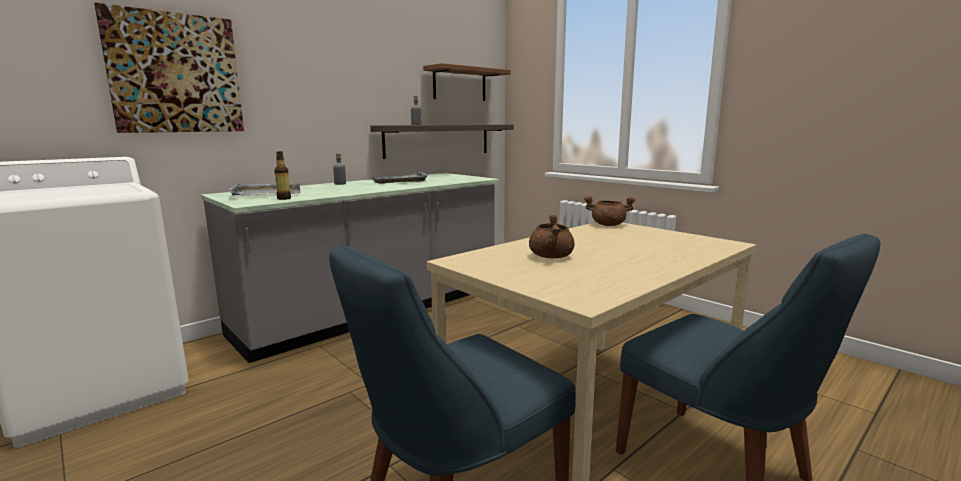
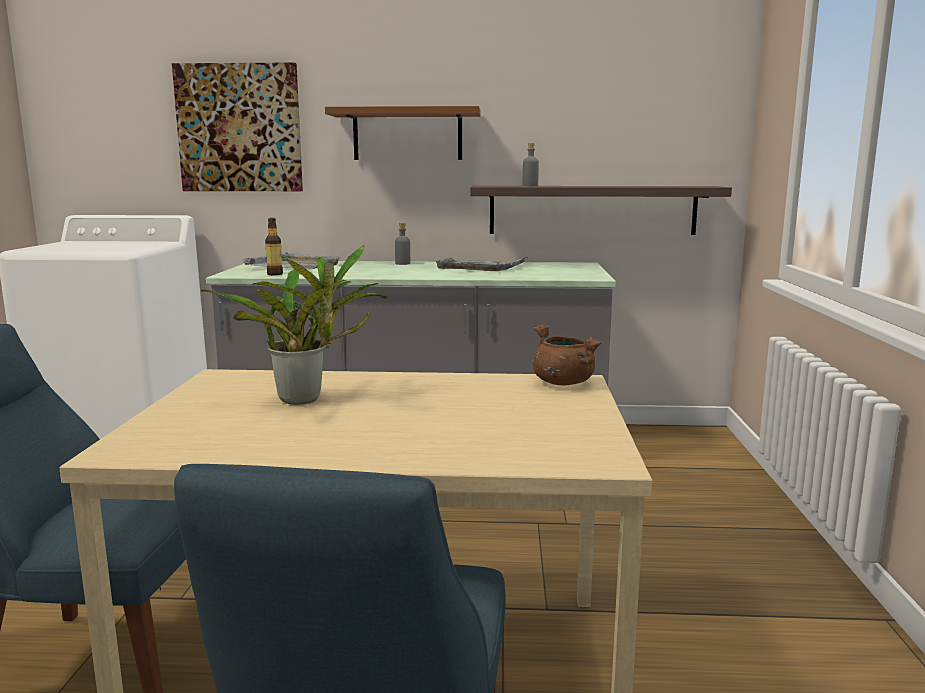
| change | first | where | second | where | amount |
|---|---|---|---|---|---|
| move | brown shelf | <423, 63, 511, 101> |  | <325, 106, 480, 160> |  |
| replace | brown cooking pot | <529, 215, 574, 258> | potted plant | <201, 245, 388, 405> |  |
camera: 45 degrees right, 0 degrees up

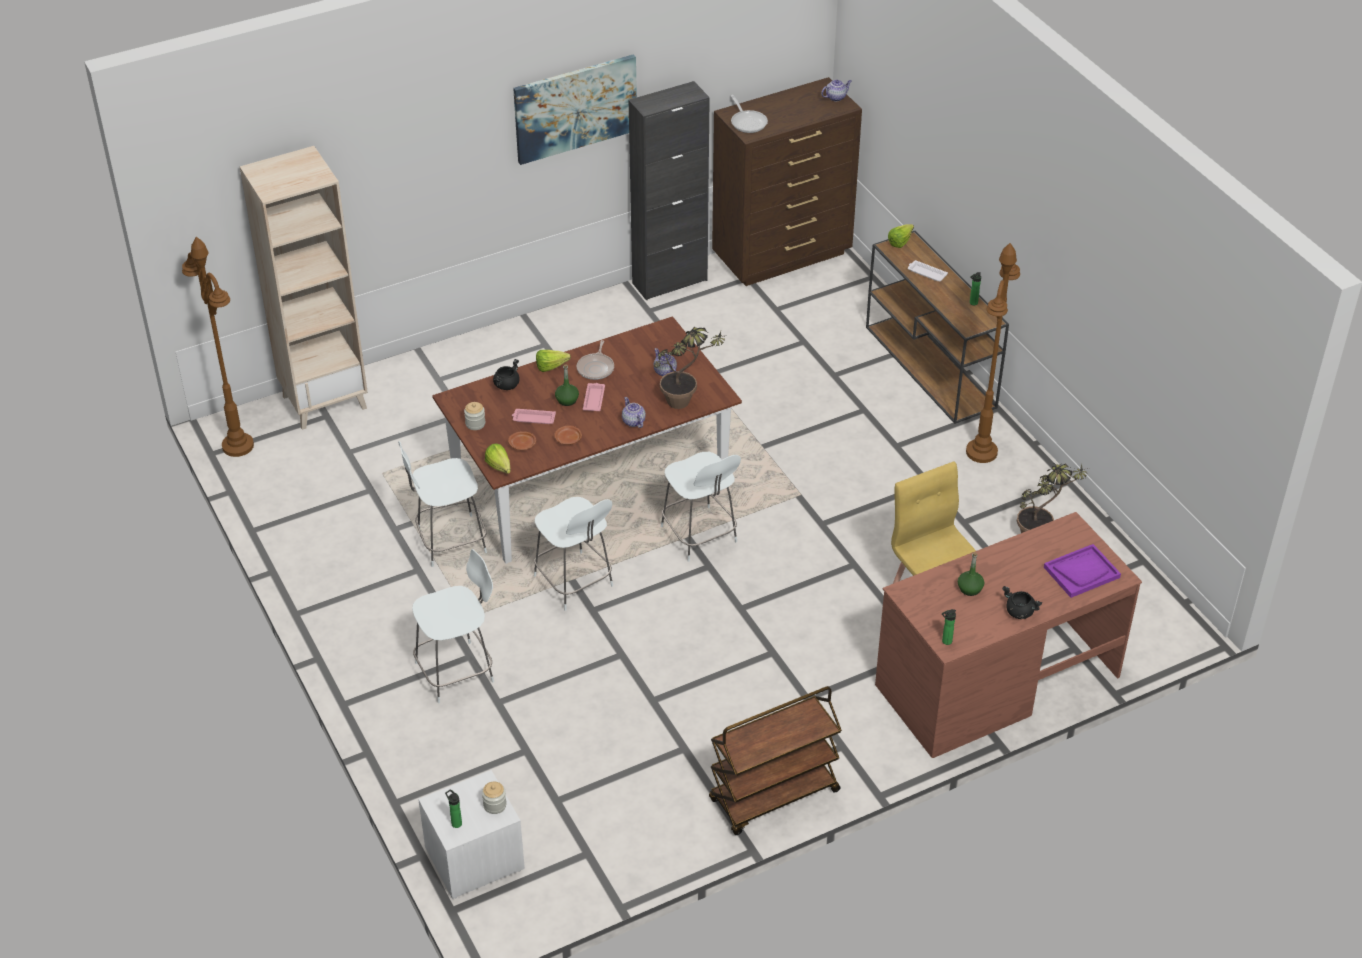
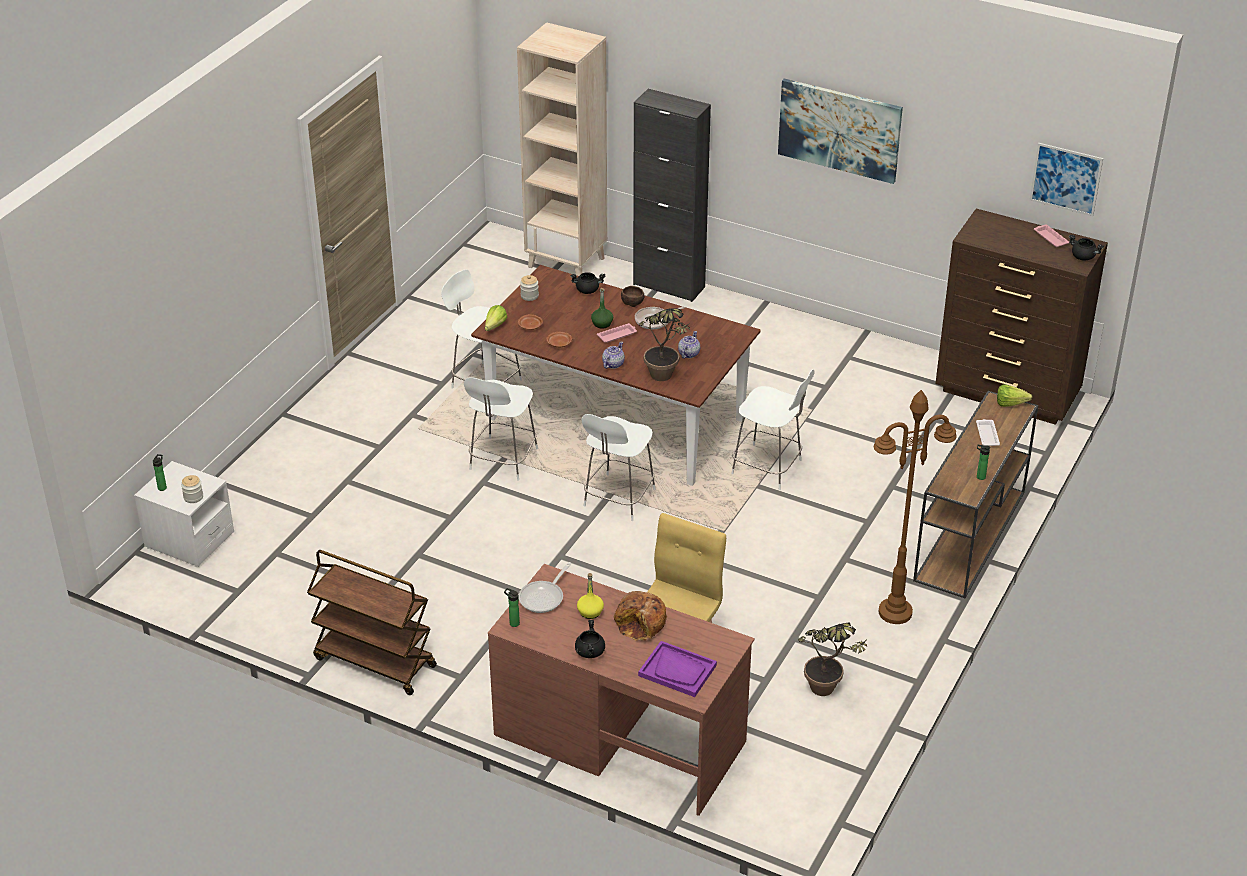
| change | first | where | second | where | amount |
|---|---|---|---|---|---|
| delete | brown floor lamp | <182, 237, 254, 457> |  |  |  |
| insert |  |  | bread | <614, 591, 667, 641> |  |
| insert |  |  | picture | <1030, 143, 1103, 216> |  |
| move | white chair | <412, 549, 494, 703> |  | <731, 369, 815, 490> |  |
| move | pink tray | <512, 409, 556, 424> |  | <1034, 225, 1069, 247> |  |
| move | black cabinet | <629, 81, 710, 300> |  | <633, 89, 711, 302> |  |
| move | frying pan | <731, 95, 768, 133> |  | <518, 562, 572, 613> |  |
| replace | lettuce | <536, 350, 571, 372> | brown bowl | <621, 286, 645, 307> |  |
| replace | teapot | <821, 80, 852, 101> | black cooking pot | <1069, 235, 1104, 261> |  |
| recolor | green bottle | <958, 552, 984, 596> | yellow bottle | <577, 573, 604, 619> |  |
camera: 55 degrees right, 5 degrees down

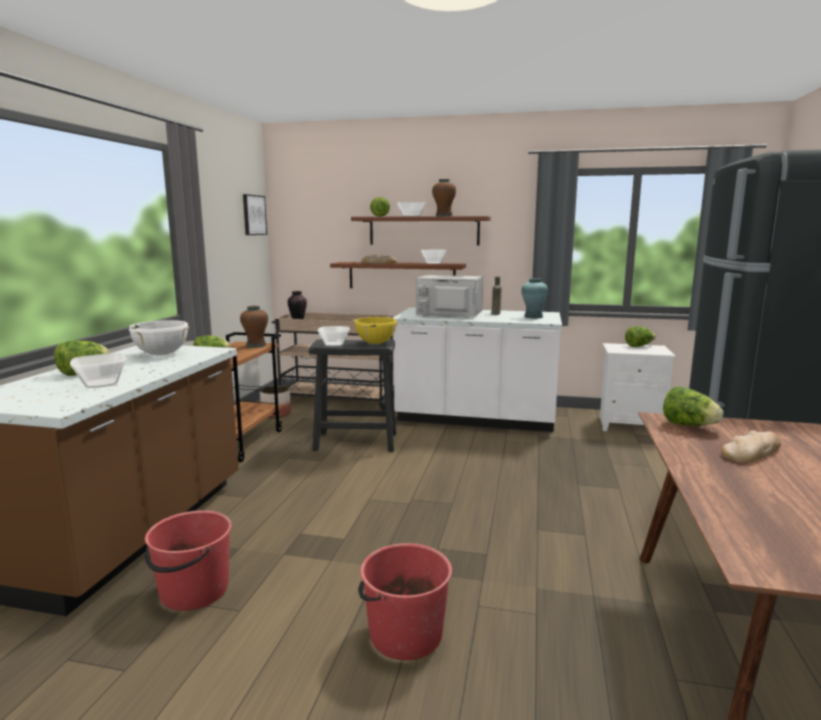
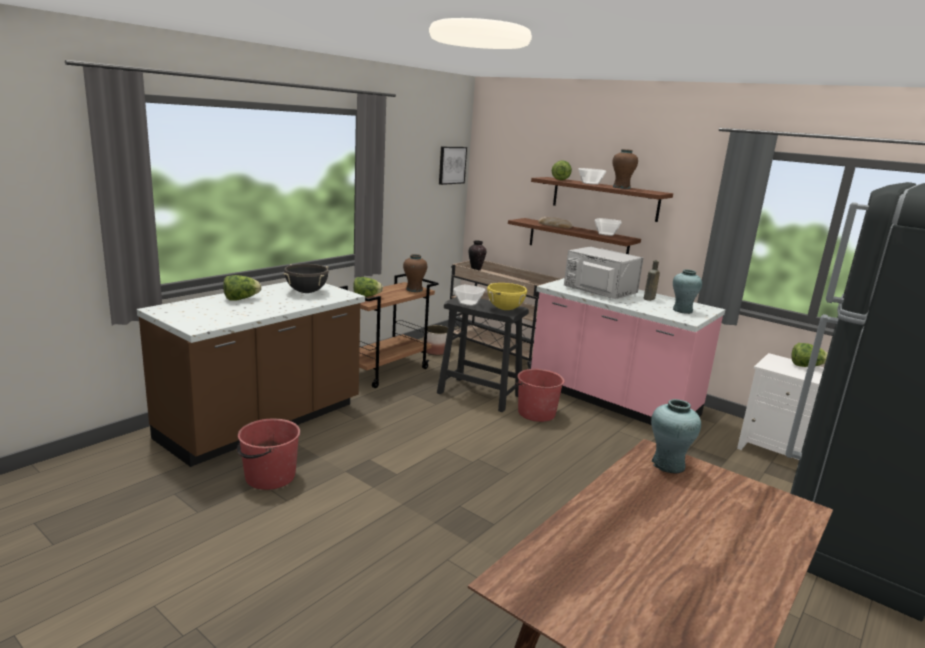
| change | first | where | second | where | amount |
|---|---|---|---|---|---|
| delete | bowl | <70, 353, 126, 388> |  |  |  |
| delete | bread | <722, 430, 781, 463> |  |  |  |
| move | red bucket | <358, 543, 452, 660> |  | <515, 369, 565, 422> |  |
| replace | lettuce | <663, 386, 724, 426> | turquoise vase | <651, 399, 701, 473> |  |
| recolor | white cooking pot | <129, 320, 189, 355> | black cooking pot | <283, 264, 329, 293> |  |
| recolor | white counter | <393, 308, 562, 432> | pink counter | <531, 278, 725, 425> |  |
camera: 25 degrees right, 5 degrees up

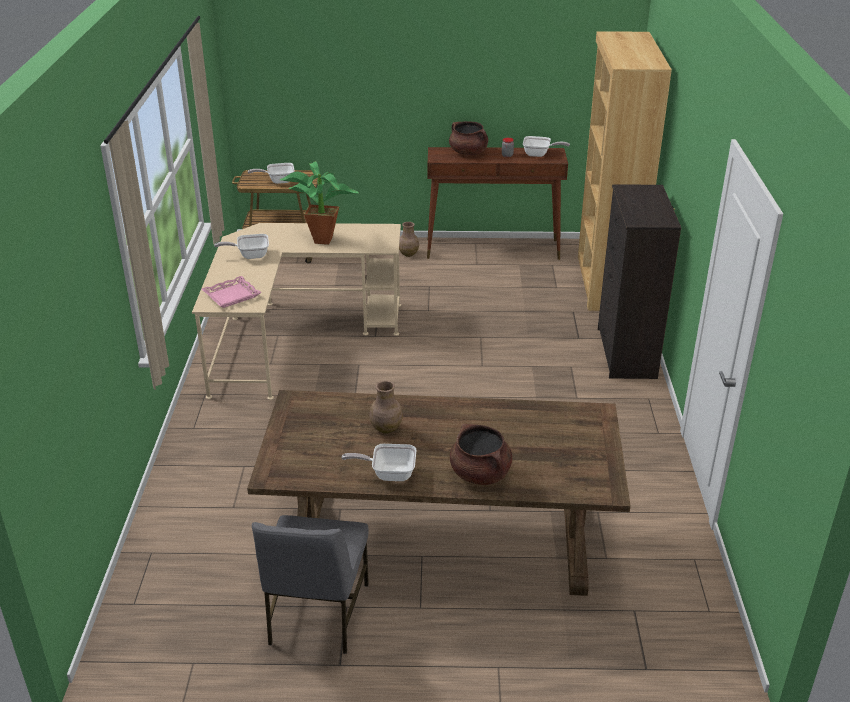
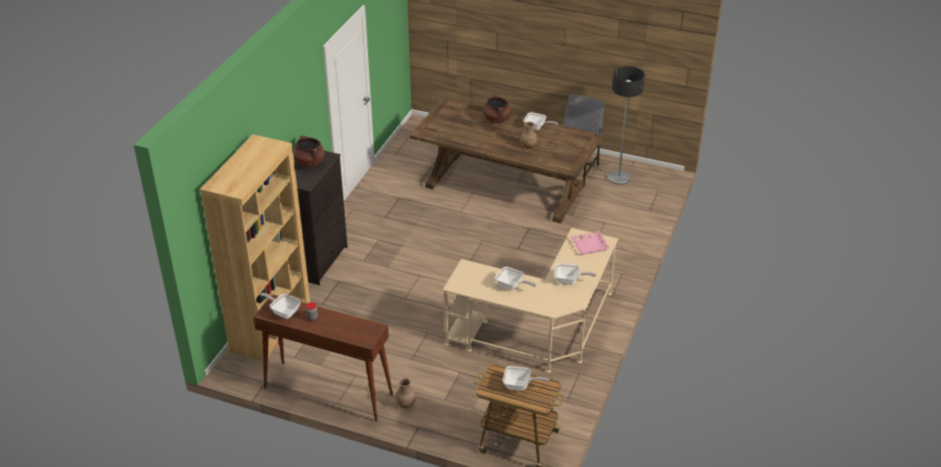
| change | first | where | second | where | amount |
|---|---|---|---|---|---|
| insert |  |  | floor lamp | <608, 66, 645, 185> |  |
| move | brown cooking pot | <449, 121, 488, 155> |  | <293, 136, 325, 167> |  |
| replace | potted plant | <280, 161, 359, 245> | frying pan | <495, 267, 536, 290> |  |
camera: 160 degrees left, 5 degrees up

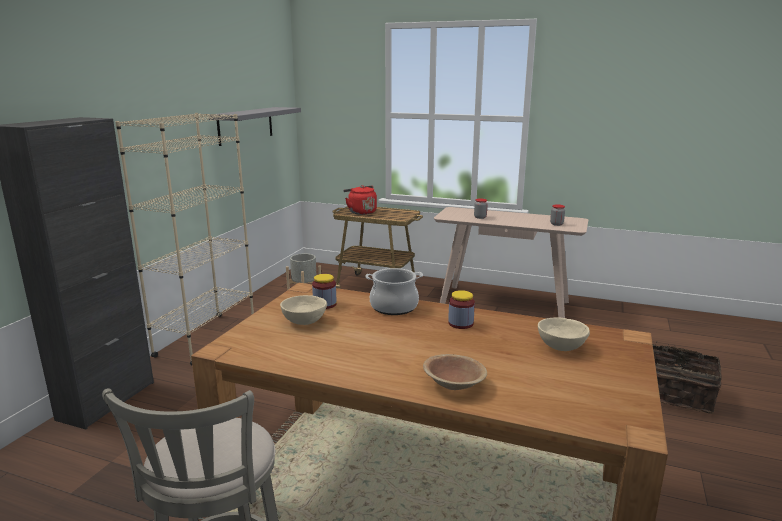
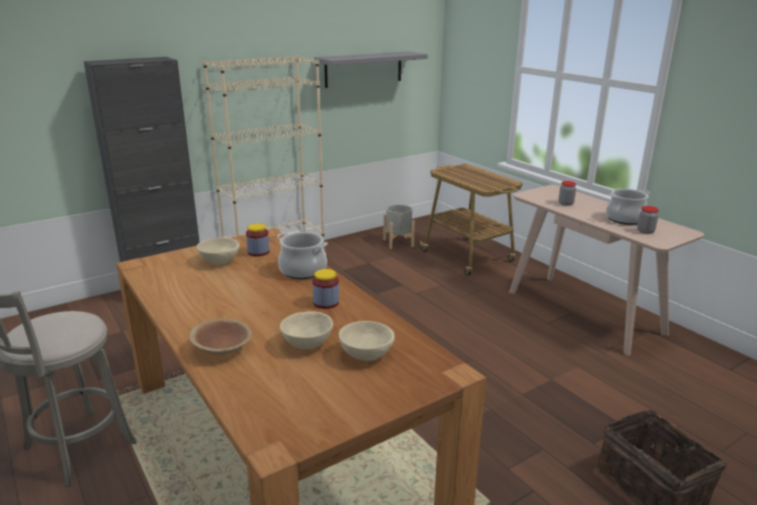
| change | first | where | second | where | amount |
|---|---|---|---|---|---|
| delete | red kettle | <343, 185, 377, 215> |  |  |  |
| insert |  |  | beige bowl | <280, 311, 333, 349> |  |
| insert |  |  | cooking pot | <606, 189, 651, 225> |  |
camera: 35 degrees right, 5 degrees up

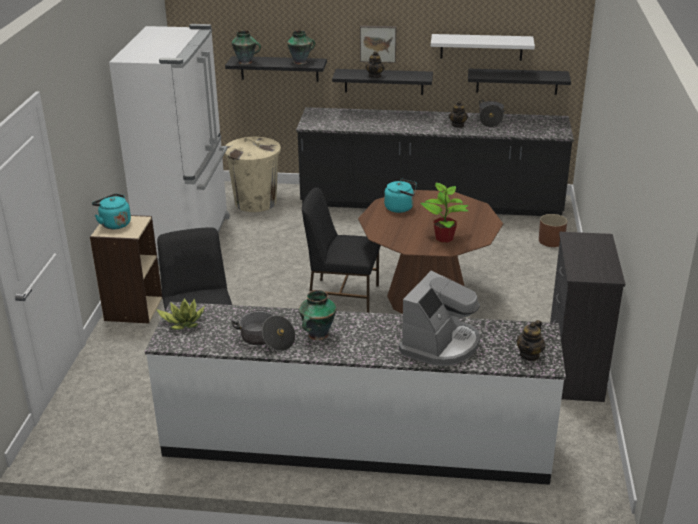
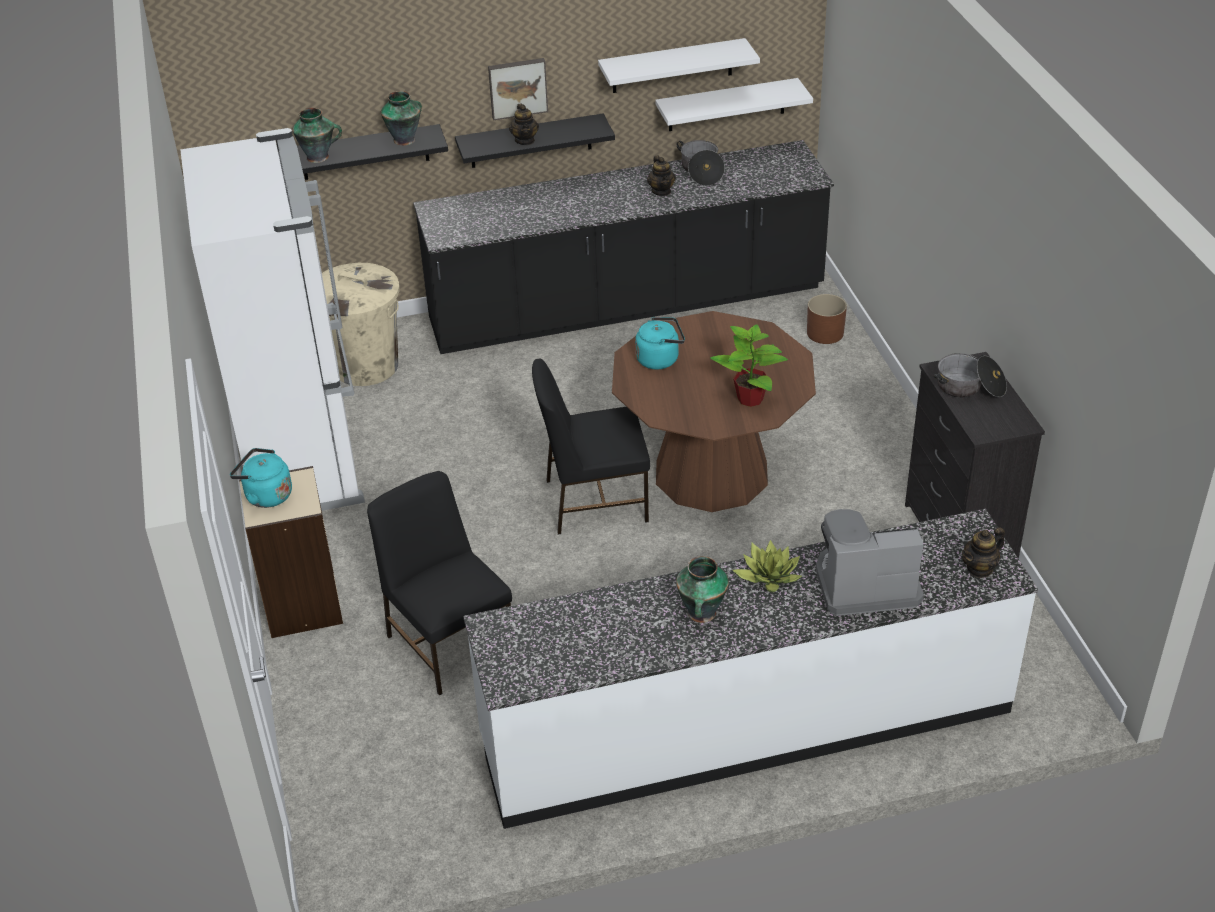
| change | first | where | second | where | amount |
|---|---|---|---|---|---|
| move | potted plant | <156, 298, 205, 330> |  | <732, 540, 802, 592> |  |
| move | cooking pot | <231, 310, 296, 351> |  | <934, 353, 1007, 398> |  |
| recolor | black shelf | <468, 69, 571, 95> | white shelf | <655, 78, 813, 131> |  |
| rotate | coffee machine | <399, 270, 480, 366> |  | <816, 509, 924, 616> | 105 degrees counterclockwise |
| rotate | teapot | <516, 320, 545, 361> |  | <962, 527, 1005, 578> | 45 degrees clockwise |
camera: 20 degrees left, 10 degrees up

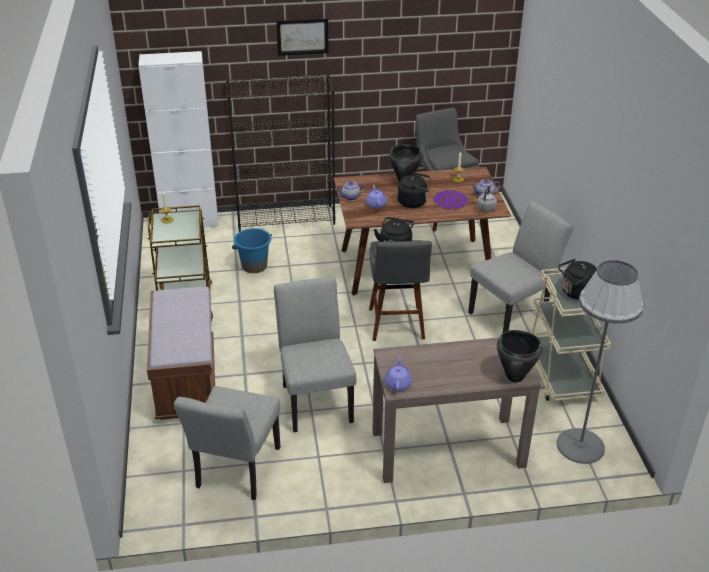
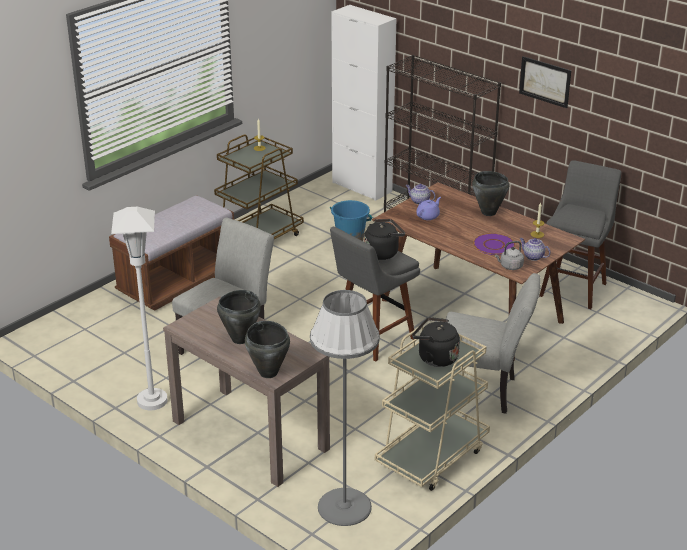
| change | first | where | second | where | amount |
|---|---|---|---|---|---|
| delete | grey chair | <174, 386, 281, 500> |  |  |  |
| delete | purple teapot | <385, 356, 412, 391> |  |  |  |
| delete | black kettle | <397, 172, 430, 208> |  |  |  |
| insert |  |  | white floor lamp | <111, 207, 168, 410> |  |
| insert |  |  | black cooking pot | <217, 290, 261, 344> |  |
| move | picture | <276, 18, 329, 56> |  | <519, 56, 571, 108> |  |
camera: 50 degrees right, 5 degrees down

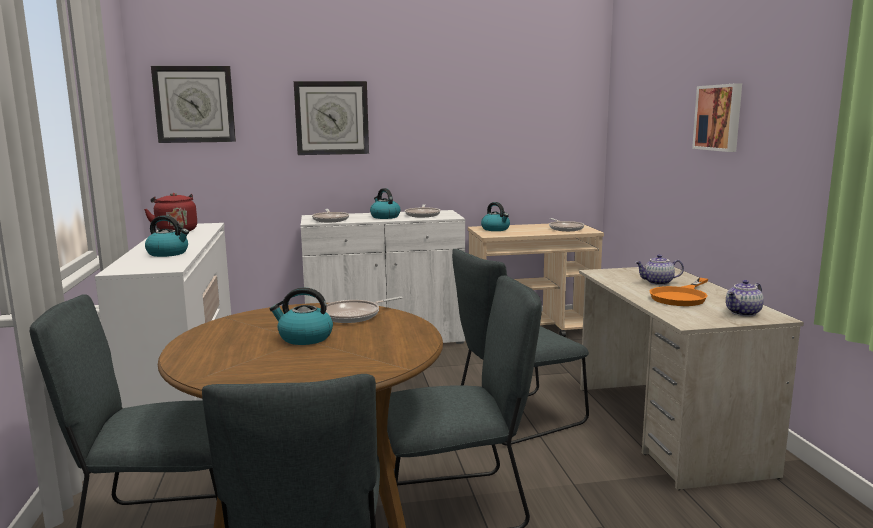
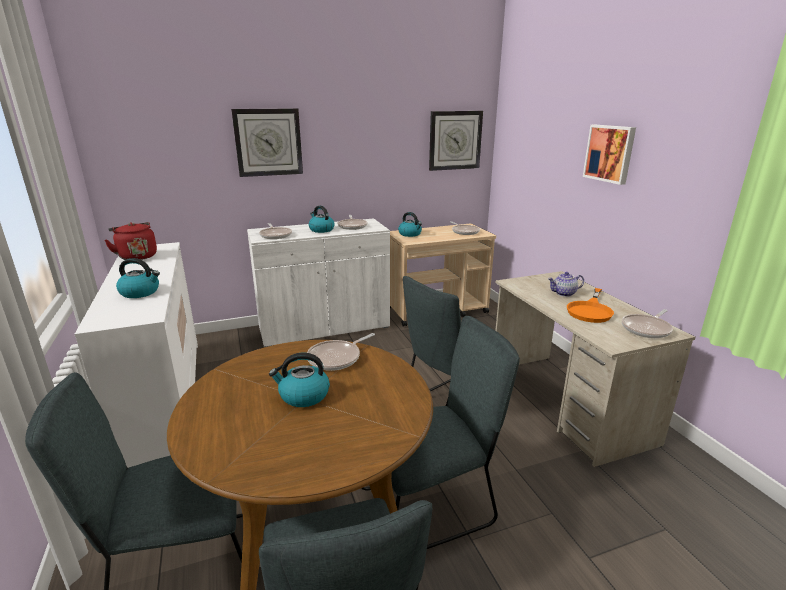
| change | first | where | second | where | amount |
|---|---|---|---|---|---|
| move | wall clock | <151, 66, 236, 143> |  | <429, 111, 483, 171> |  |
| replace | teapot | <726, 280, 764, 316> | frying pan | <622, 309, 673, 338> |  |
camera: 10 degrees left, 10 degrees up

